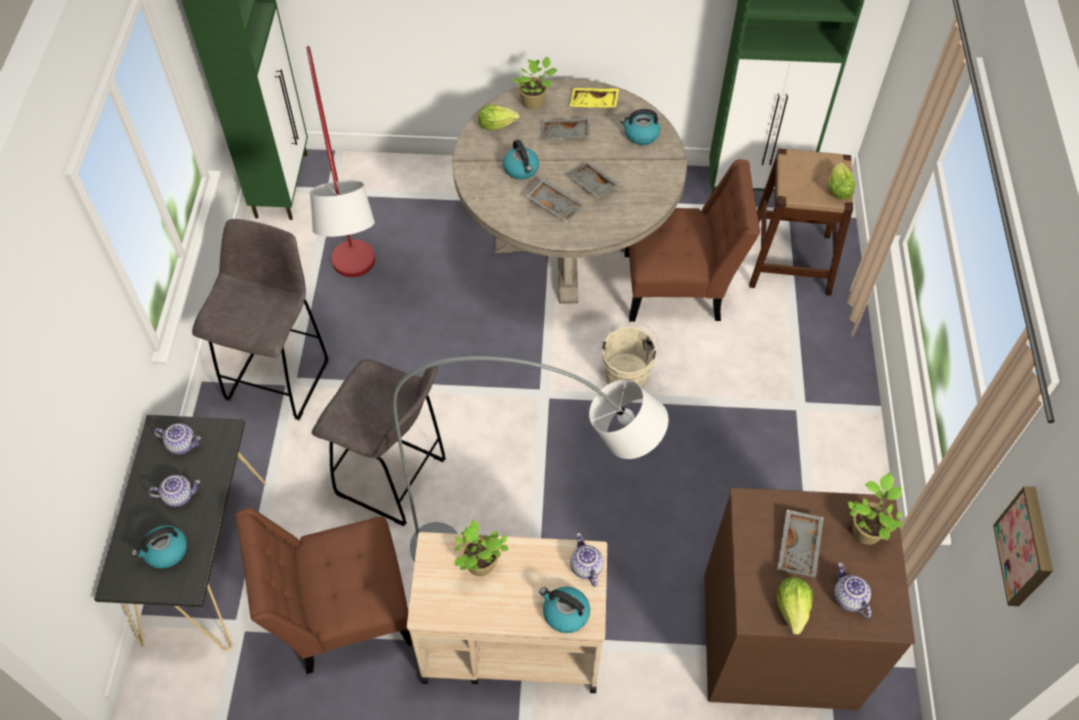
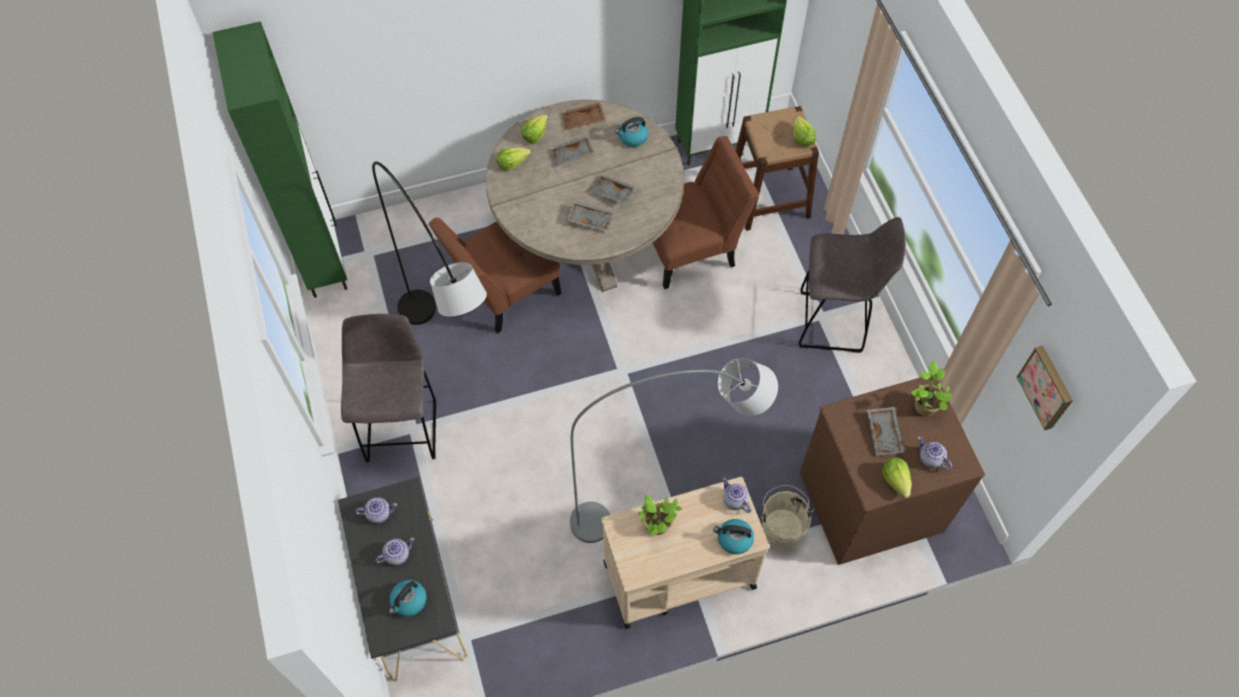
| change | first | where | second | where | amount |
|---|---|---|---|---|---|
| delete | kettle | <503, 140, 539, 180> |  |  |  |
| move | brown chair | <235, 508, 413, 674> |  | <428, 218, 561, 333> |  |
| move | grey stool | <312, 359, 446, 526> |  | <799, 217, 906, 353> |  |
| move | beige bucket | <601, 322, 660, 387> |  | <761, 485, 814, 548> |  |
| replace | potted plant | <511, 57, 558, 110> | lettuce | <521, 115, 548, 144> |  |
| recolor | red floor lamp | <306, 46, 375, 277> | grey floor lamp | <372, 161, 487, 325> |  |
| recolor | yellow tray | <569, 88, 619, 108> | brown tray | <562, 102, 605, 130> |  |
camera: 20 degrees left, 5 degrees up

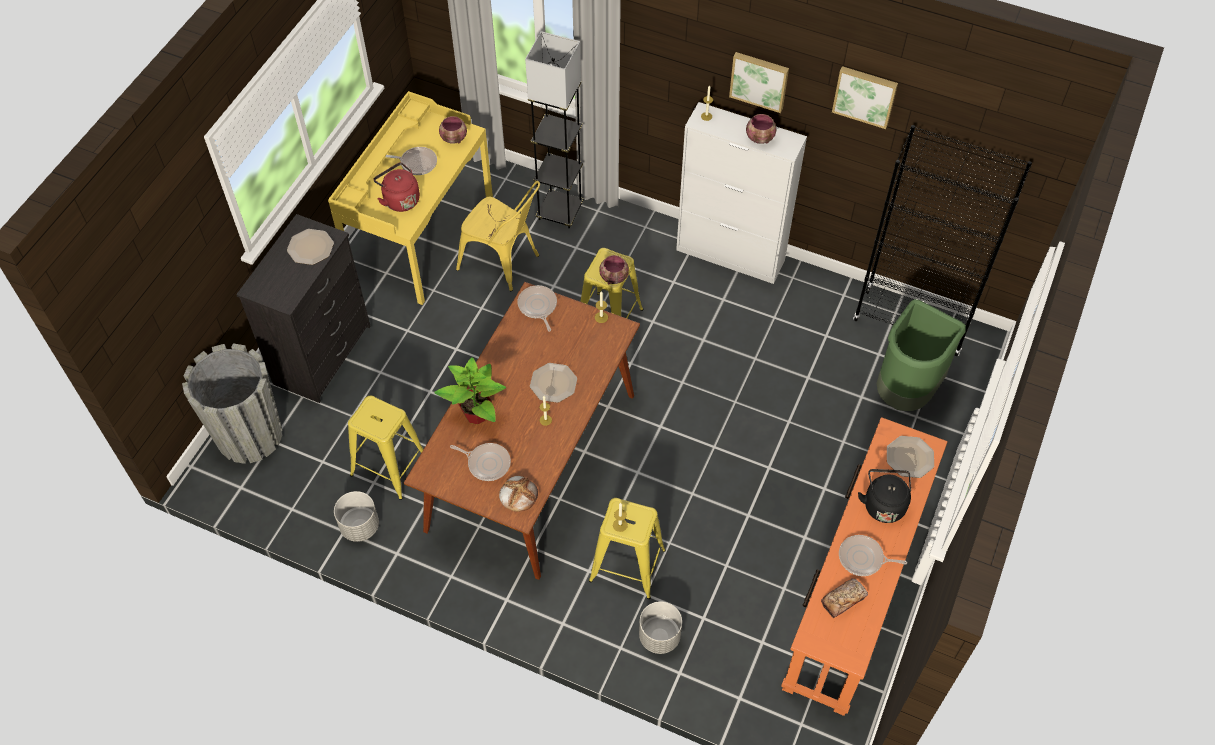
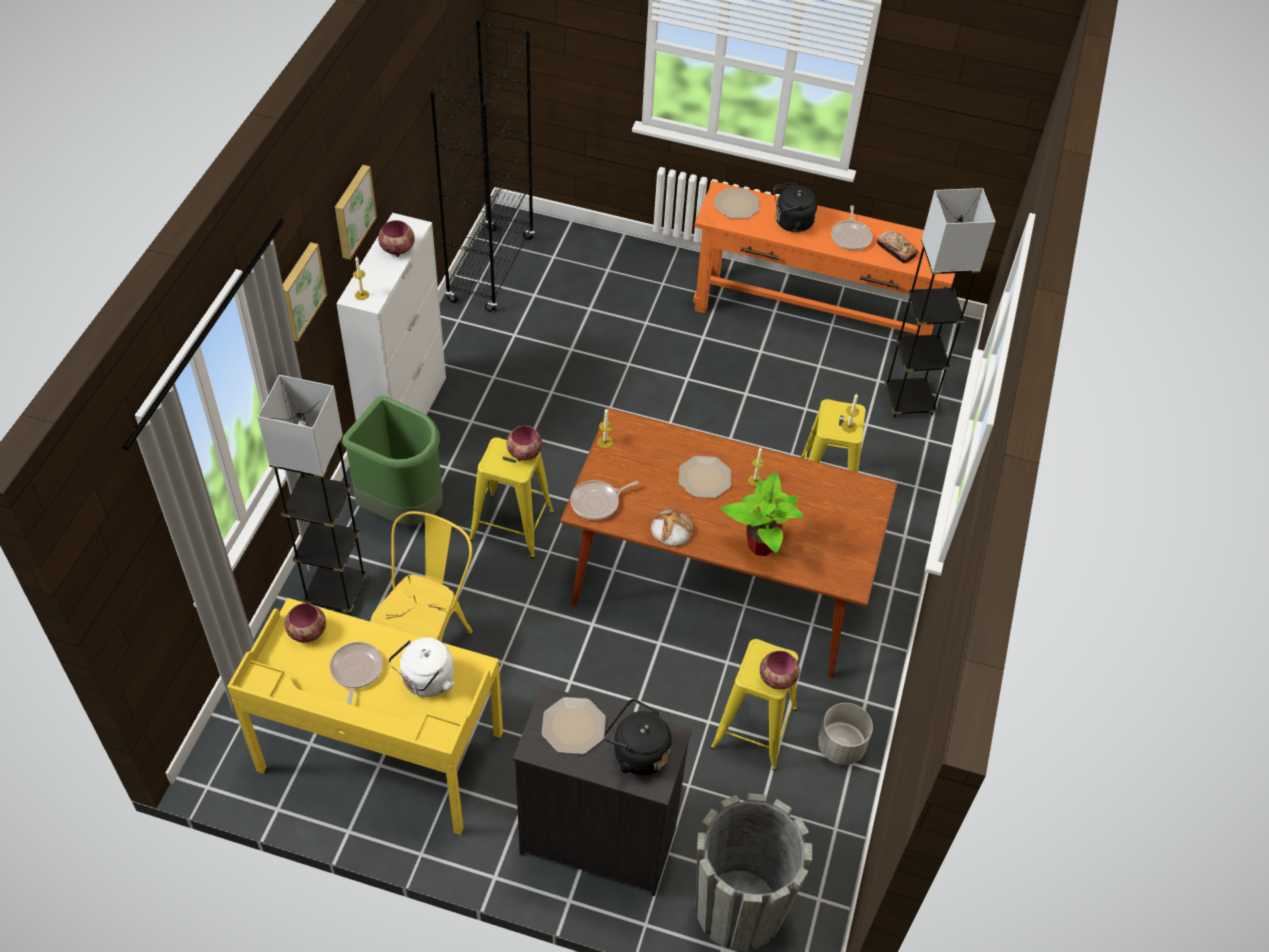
| change | first | where | second | where | amount |
|---|---|---|---|---|---|
| delete | frying pan | <450, 443, 511, 481> |  |  |  |
| delete | grey planter | <639, 601, 682, 654> |  |  |  |
| insert |  |  | black kettle | <604, 699, 672, 776> |  |
| insert |  |  | bowl | <760, 650, 800, 690> |  |
| insert |  |  | grey floor lamp | <884, 188, 996, 417> |  |
| move | bread | <499, 476, 538, 512> |  | <650, 509, 693, 547> |  |
| move | picture | <832, 66, 898, 129> |  | <283, 242, 327, 342> |  |
| move | green trash can | <877, 299, 966, 411> |  | <342, 396, 443, 525> |  |
| recolor | red kettle | <373, 162, 420, 212> | white kettle | <388, 637, 454, 697> |  |
camera: 100 degrees left, 5 degrees down

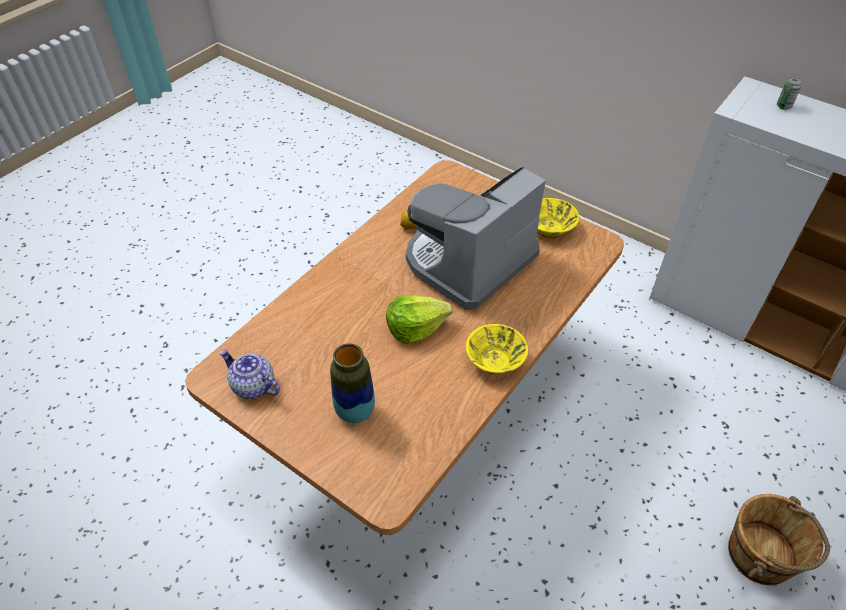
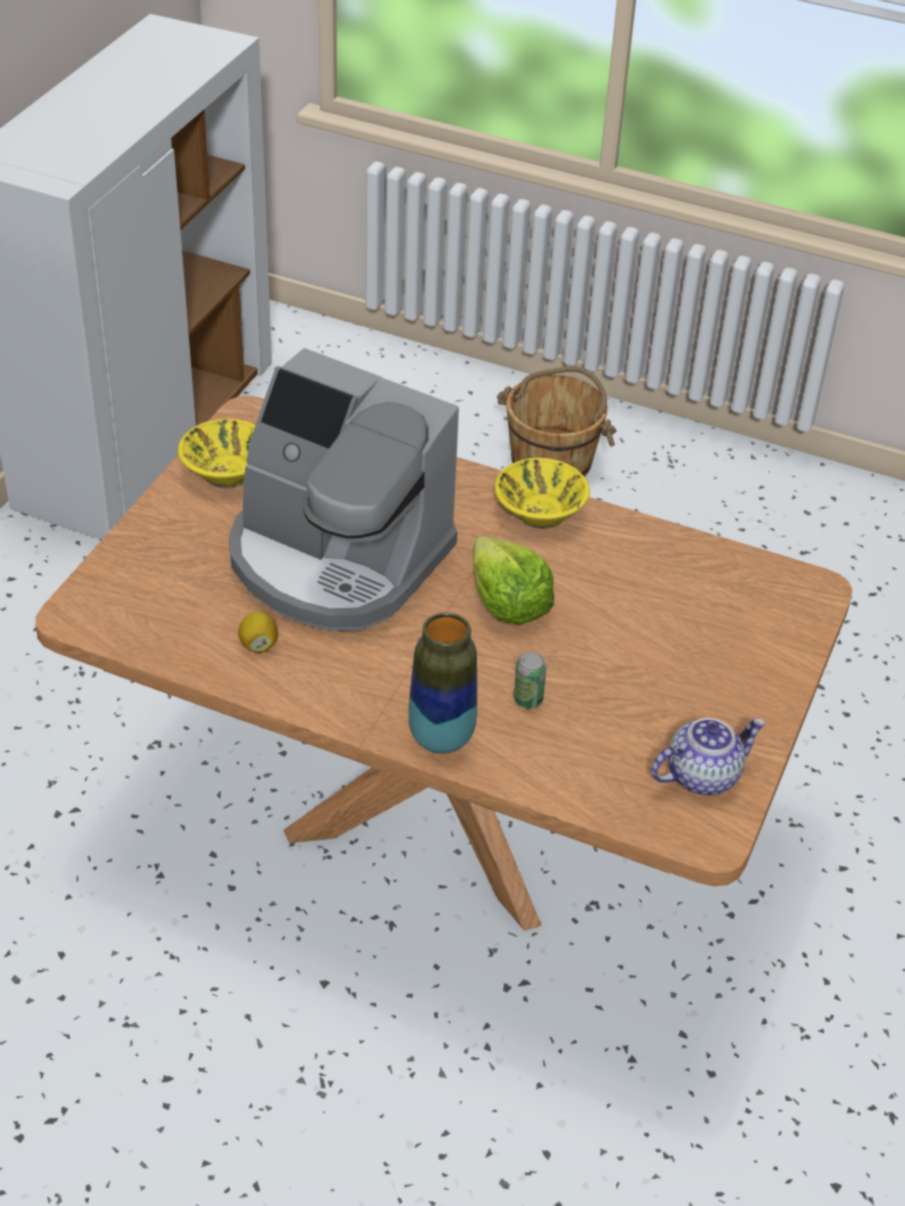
| change | first | where | second | where | amount |
|---|---|---|---|---|---|
| move | vase | <330, 343, 375, 423> |  | <408, 612, 477, 754> |  |
| move | can | <777, 78, 802, 110> |  | <514, 652, 546, 709> |  |
| rotate | teapot | <219, 350, 280, 399> |  | <651, 718, 766, 795> | 135 degrees counterclockwise |
camera: 105 degrees left, 5 degrees down

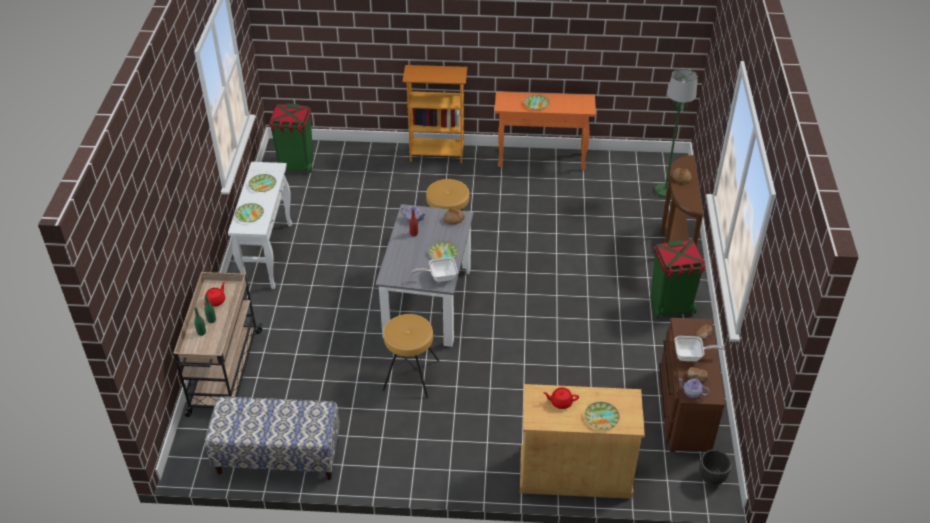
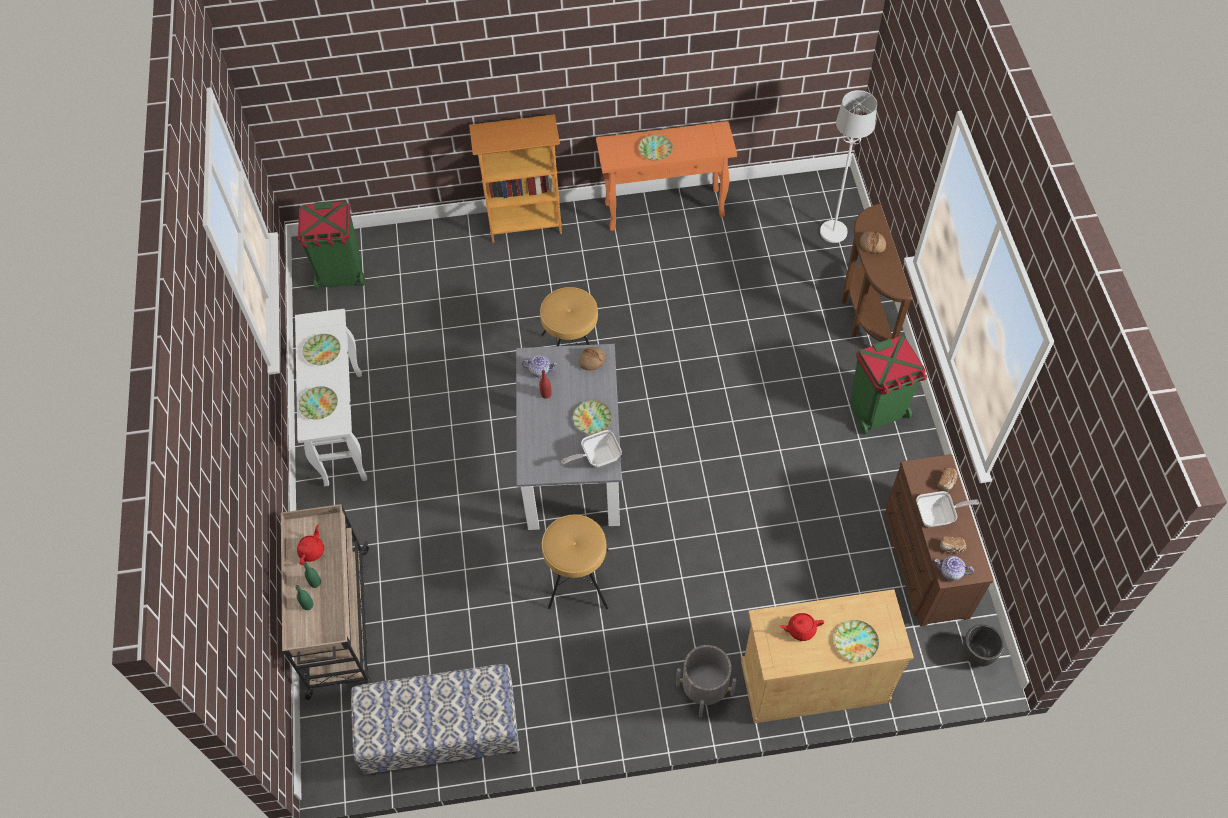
| change | first | where | second | where | amount |
|---|---|---|---|---|---|
| insert |  |  | grey planter | <676, 645, 736, 717> |  |
| recolor | green floor lamp | <655, 69, 698, 198> | white floor lamp | <820, 90, 877, 243> |  |
camera: 10 degrees left, 15 degrees up

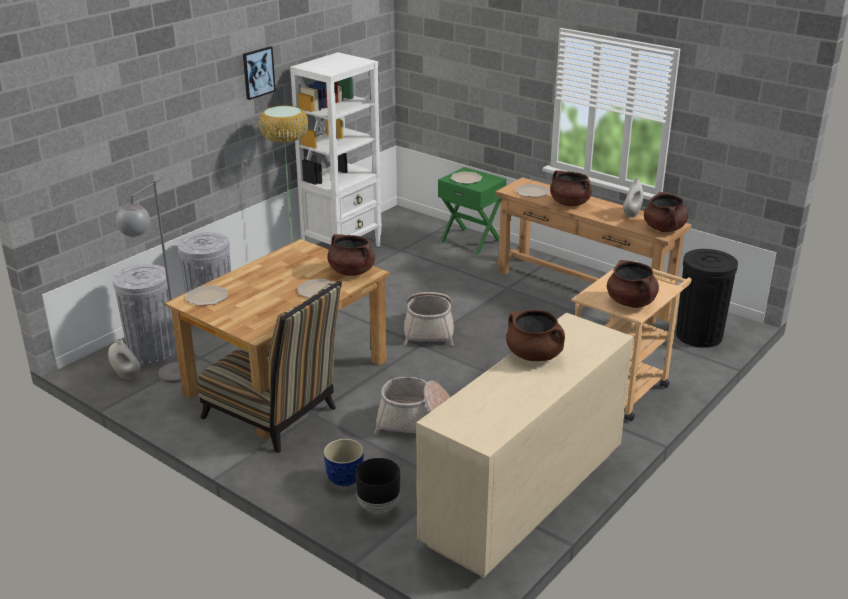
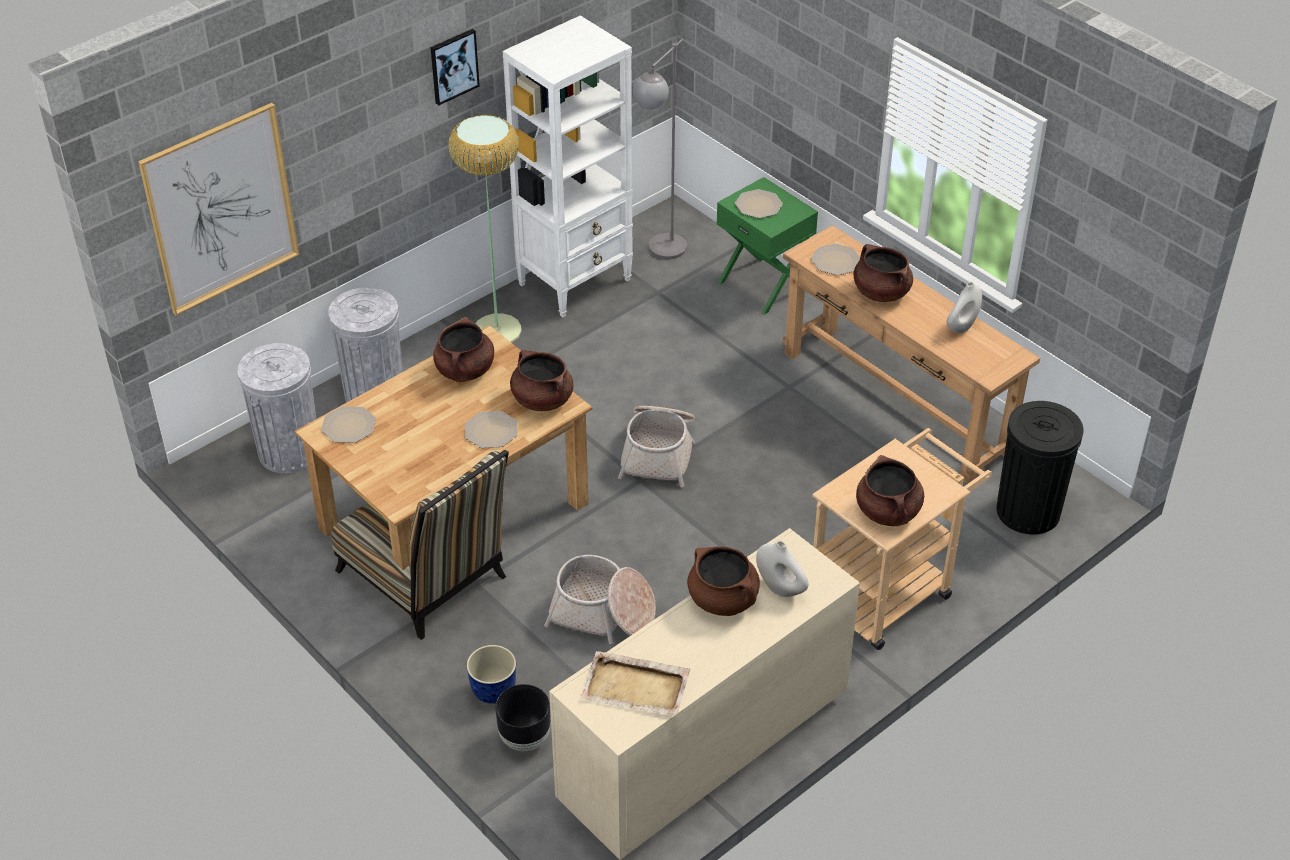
| change | first | where | second | where | amount |
|---|---|---|---|---|---|
| insert |  |  | picture | <138, 103, 299, 315> |  |
| insert |  |  | beige tray | <580, 651, 691, 716> |  |
| move | white vase | <108, 339, 141, 379> |  | <756, 541, 808, 597> |  |
| move | grey floor lamp | <116, 177, 181, 383> |  | <632, 39, 687, 259> |  |
| move | brown cooking pot | <644, 192, 688, 232> |  | <433, 317, 494, 382> |  |
camera: 10 degrees right, 15 degrees up

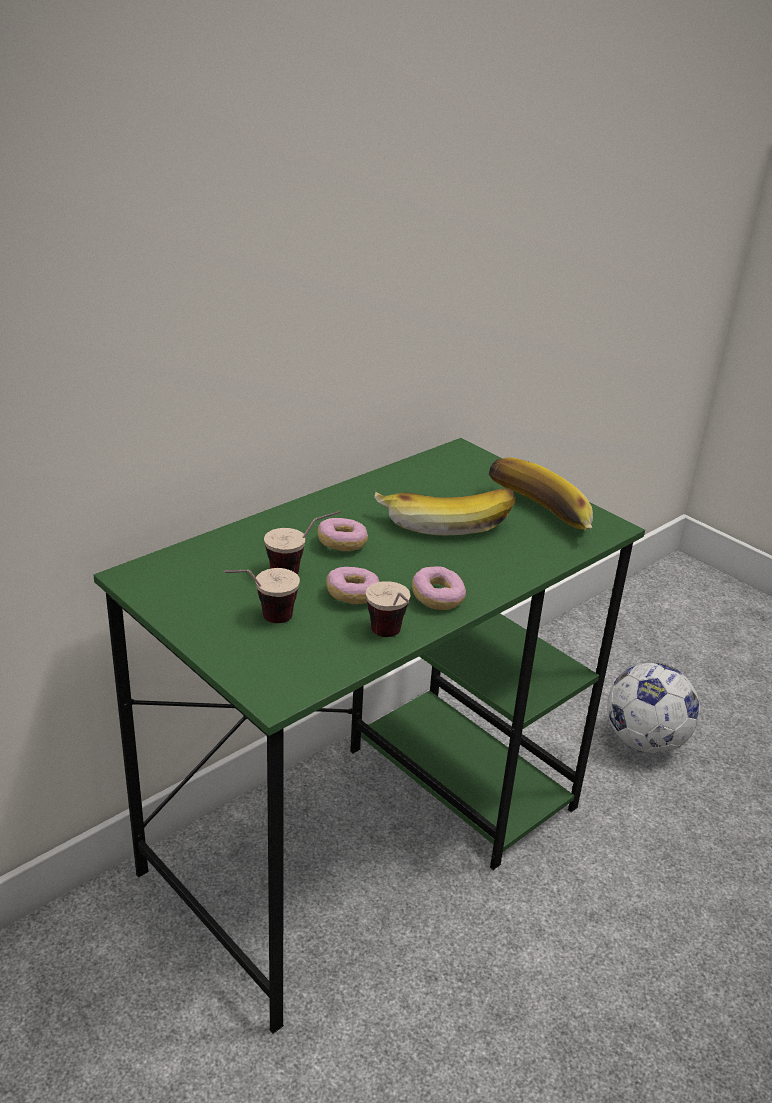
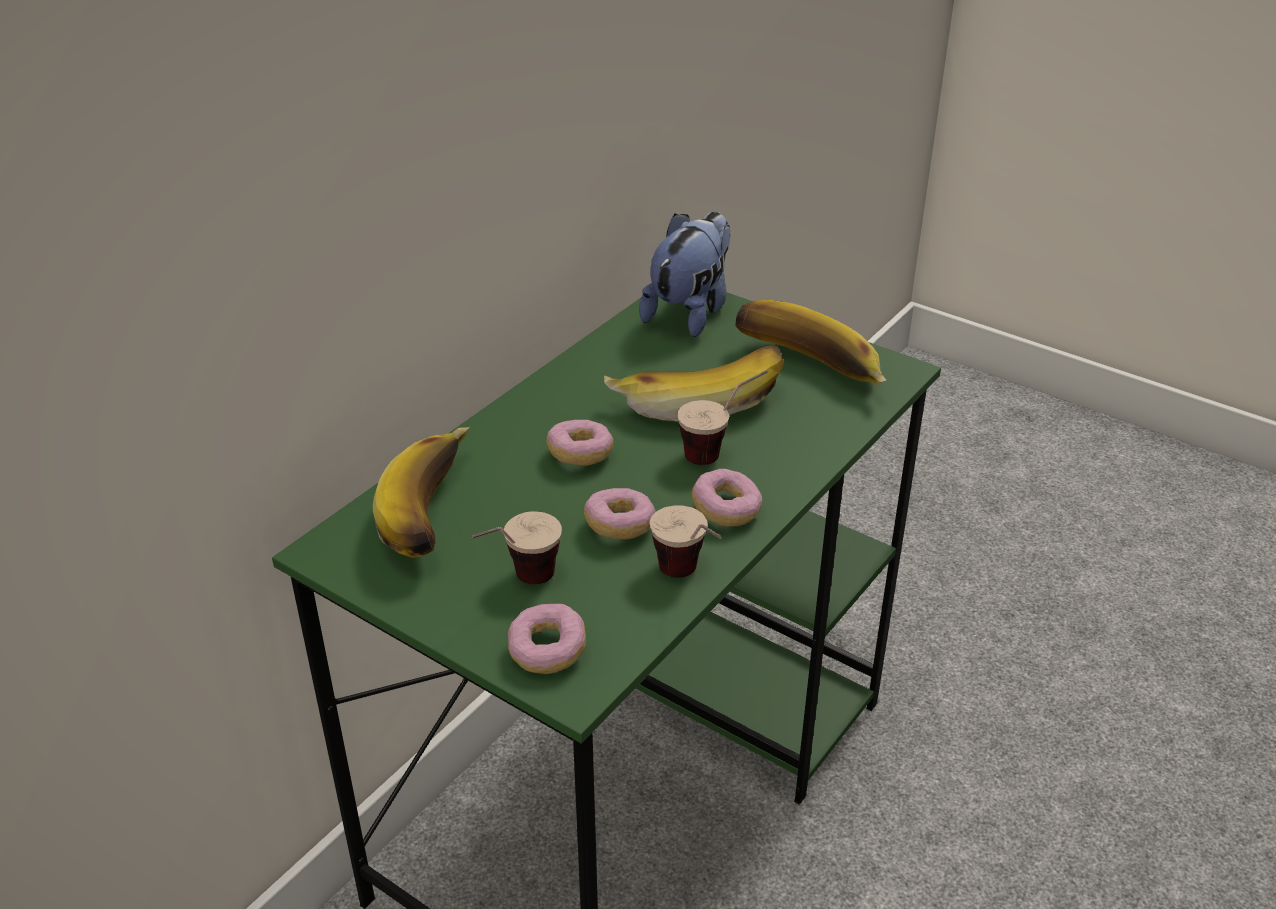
| change | first | where | second | where | amount |
|---|---|---|---|---|---|
| delete | football | <607, 663, 700, 753> |  |  |  |
| insert |  |  | banana | <373, 427, 470, 558> |  |
| insert |  |  | donut | <508, 604, 586, 674> |  |
| insert |  |  | plush toy | <639, 212, 731, 337> |  |
| move | cup | <264, 511, 341, 575> |  | <677, 370, 768, 465> |  |
camera: 10 degrees left, 5 degrees up

